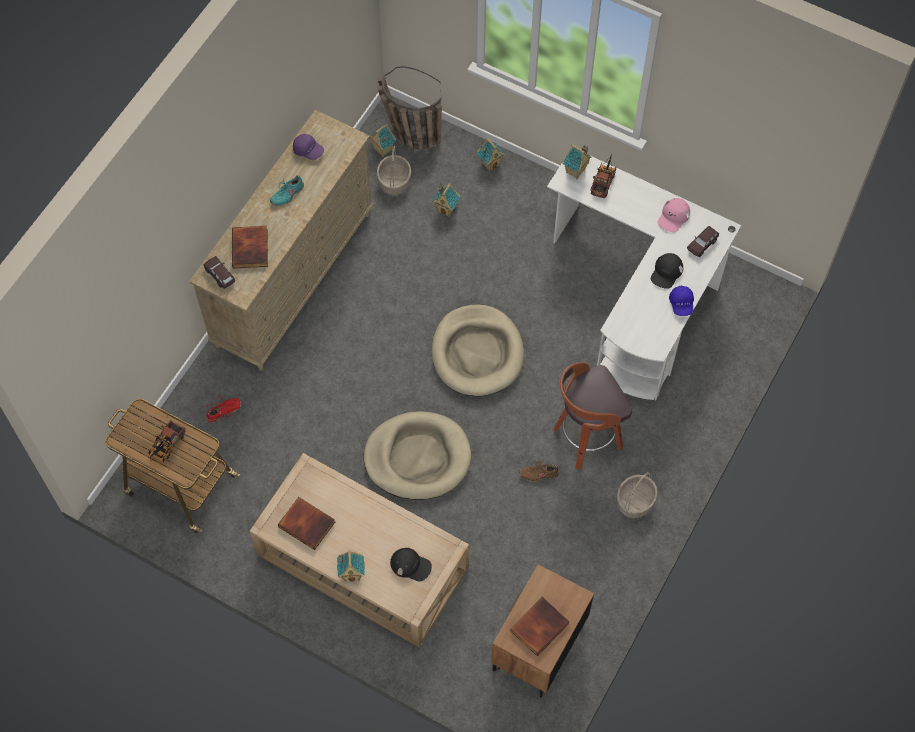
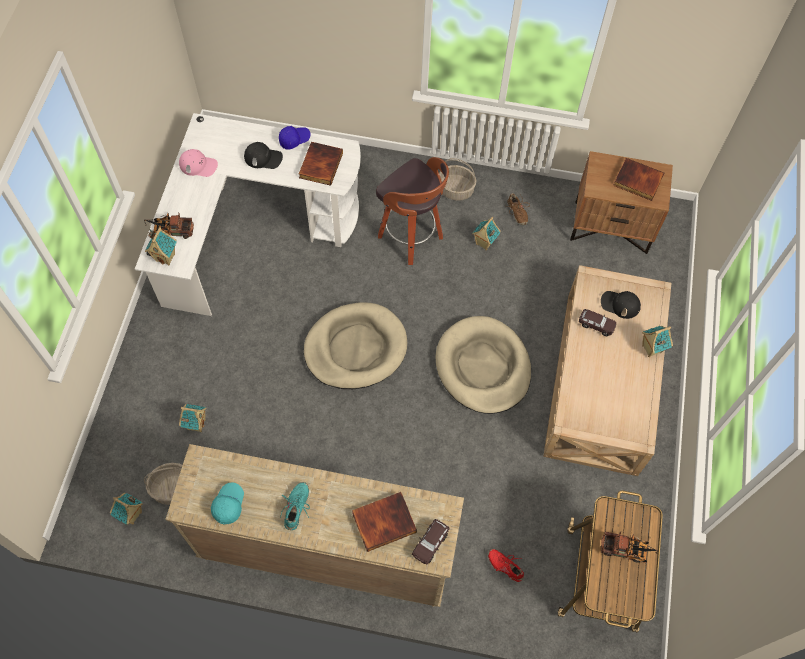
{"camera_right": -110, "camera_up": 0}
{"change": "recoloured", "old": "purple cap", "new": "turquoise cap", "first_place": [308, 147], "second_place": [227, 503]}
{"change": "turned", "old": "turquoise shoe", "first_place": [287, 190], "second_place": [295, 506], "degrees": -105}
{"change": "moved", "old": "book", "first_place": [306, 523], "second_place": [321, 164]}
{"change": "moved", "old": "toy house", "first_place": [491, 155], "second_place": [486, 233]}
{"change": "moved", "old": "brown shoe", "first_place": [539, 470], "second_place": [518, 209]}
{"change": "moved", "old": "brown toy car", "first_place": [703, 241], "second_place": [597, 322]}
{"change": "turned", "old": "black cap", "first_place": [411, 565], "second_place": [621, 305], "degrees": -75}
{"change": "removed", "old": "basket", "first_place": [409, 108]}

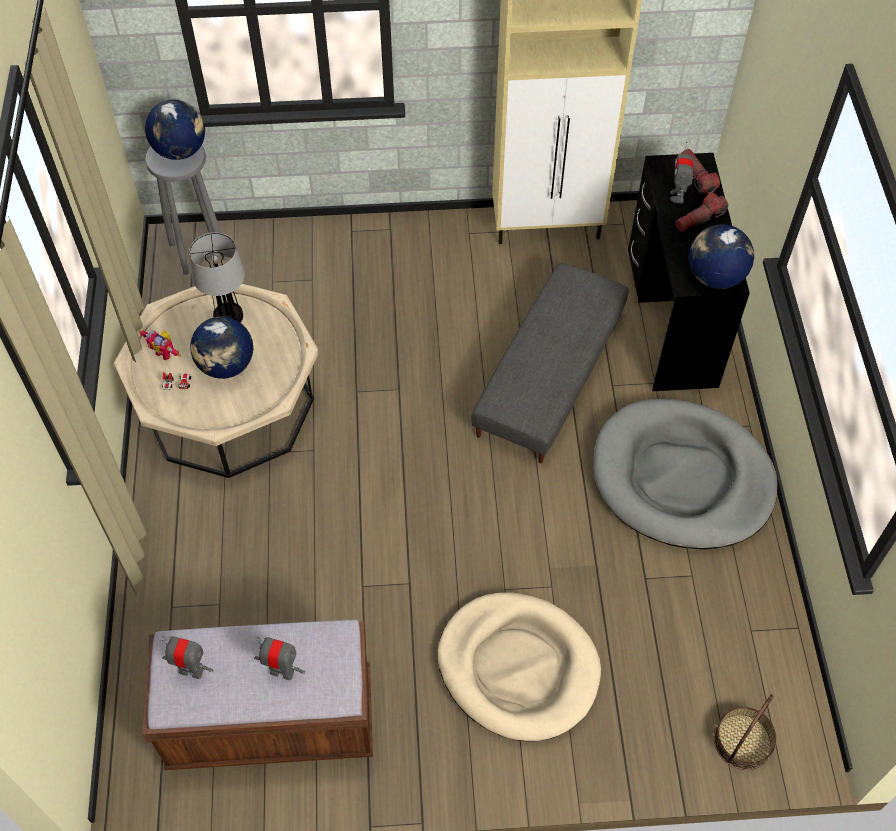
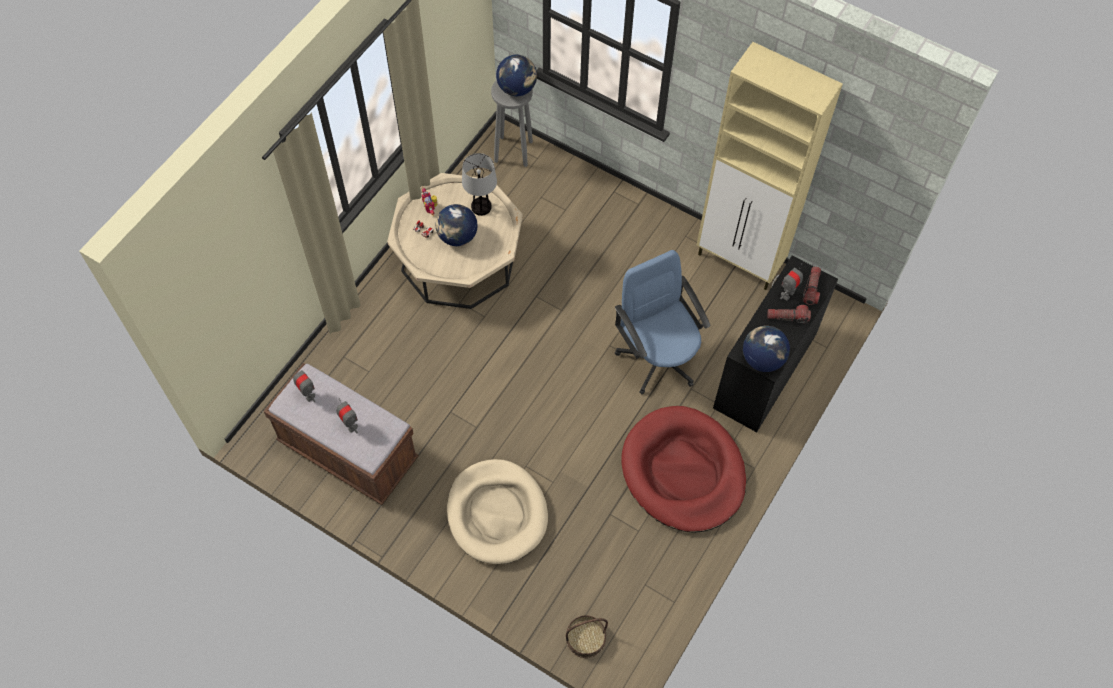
{"camera_right": 35, "camera_up": 5}
{"change": "replaced", "old": "grey ottoman", "new": "blue office chair", "first_place": [550, 363], "second_place": [662, 322]}
{"change": "recoloured", "old": "grey dog bed", "new": "red dog bed", "first_place": [685, 474], "second_place": [684, 469]}

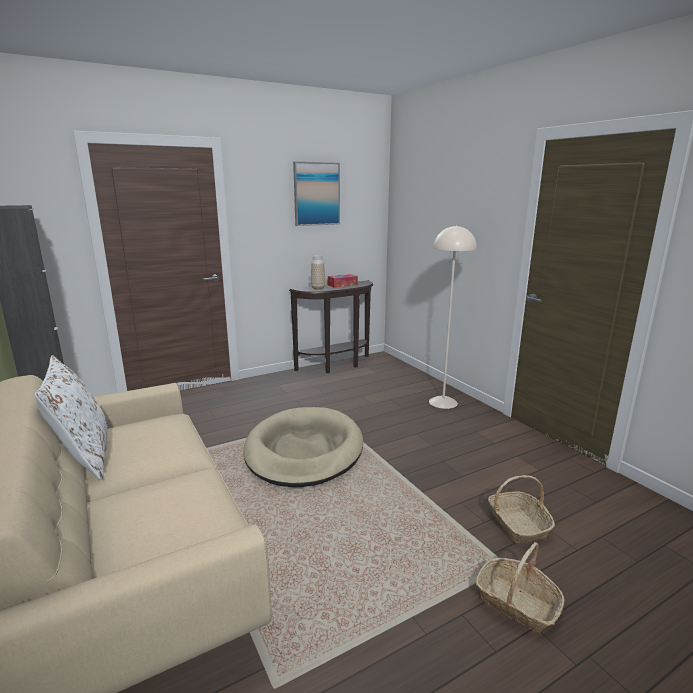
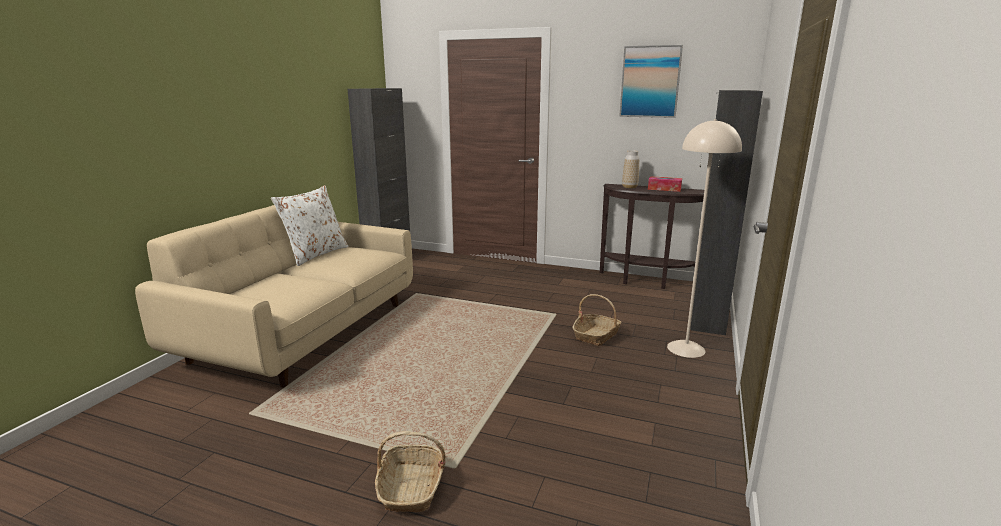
{"camera_right": 50, "camera_up": 0}
{"change": "moved", "old": "basket", "first_place": [521, 509], "second_place": [597, 320]}
{"change": "added", "new": "black cabinet", "second_place": [726, 212]}
{"change": "removed", "old": "beige dog bed", "first_place": [303, 447]}

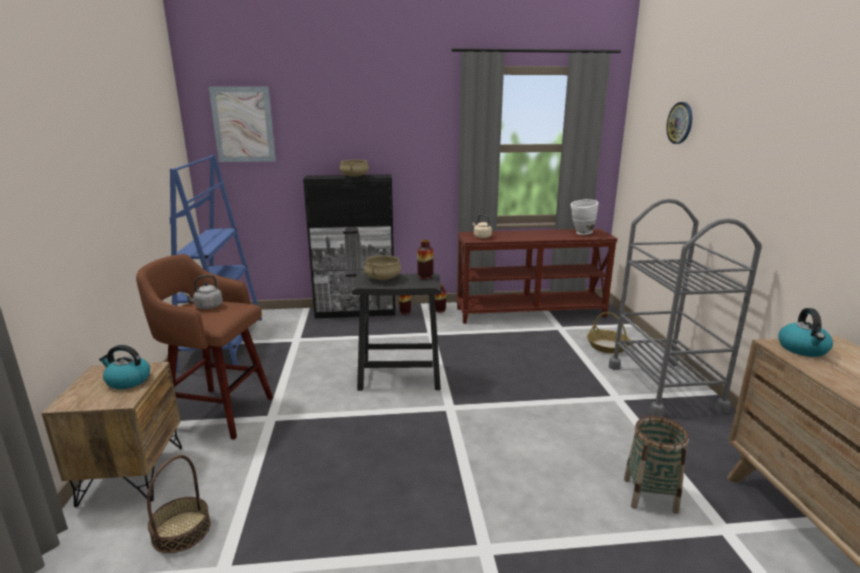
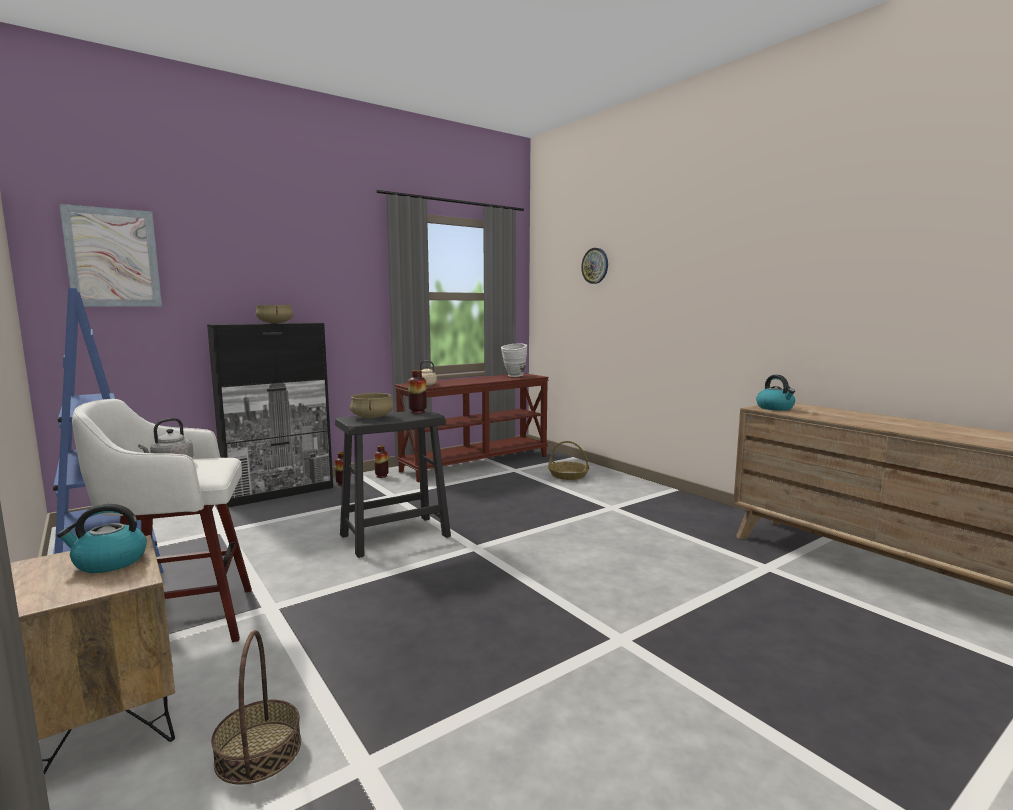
{"camera_right": -30, "camera_up": -10}
{"change": "recoloured", "old": "brown stool", "new": "white stool", "first_place": [204, 347], "second_place": [162, 520]}
{"change": "removed", "old": "grey cart", "first_place": [685, 308]}
{"change": "removed", "old": "basket", "first_place": [656, 465]}

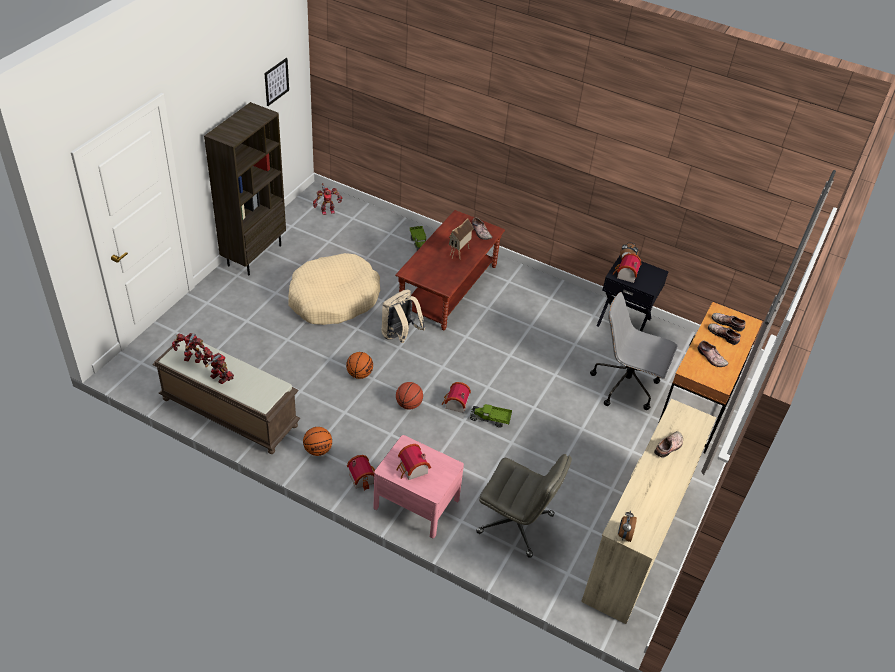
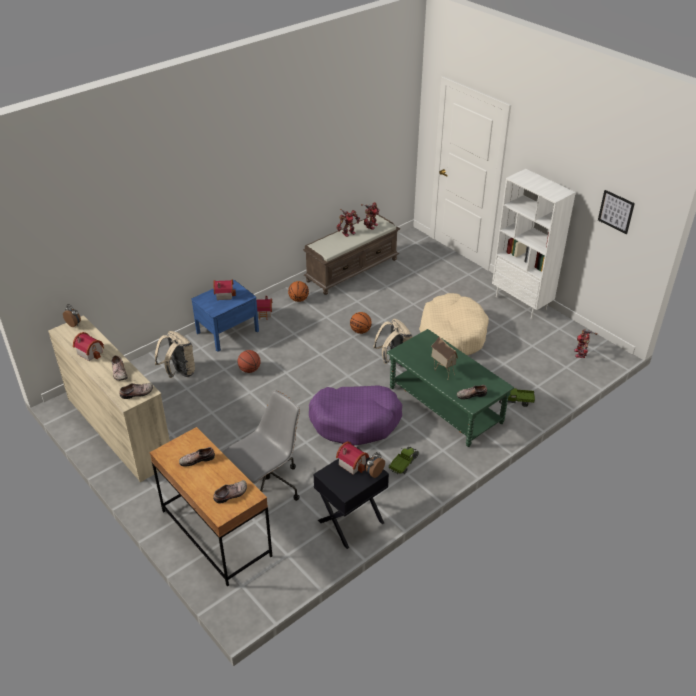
{"camera_right": 115, "camera_up": -5}
{"change": "moved", "old": "toy house", "first_place": [456, 397], "second_place": [88, 346]}
{"change": "moved", "old": "shoe", "first_place": [724, 334], "second_place": [136, 391]}
{"change": "replaced", "old": "grey office chair", "new": "beige backpack", "first_place": [524, 506], "second_place": [175, 354]}
{"change": "recoloured", "old": "pink nightstand", "new": "blue nightstand", "first_place": [419, 486], "second_place": [225, 316]}
{"change": "moved", "old": "basketball", "first_place": [409, 395], "second_place": [249, 361]}
{"change": "added", "new": "purple dog bed", "second_place": [355, 415]}
{"change": "recoloured", "old": "brown coffee table", "new": "green coffee table", "first_place": [450, 270], "second_place": [450, 388]}
{"change": "moved", "old": "toy truck", "first_place": [491, 416], "second_place": [404, 461]}
{"change": "recoloured", "old": "brown bookcase", "new": "white bookcase", "first_place": [245, 188], "second_place": [534, 244]}

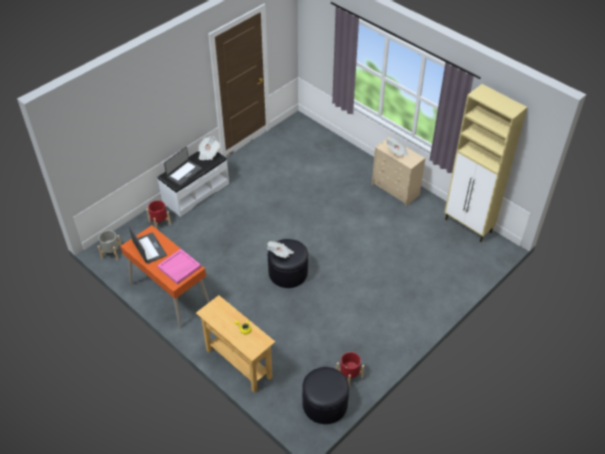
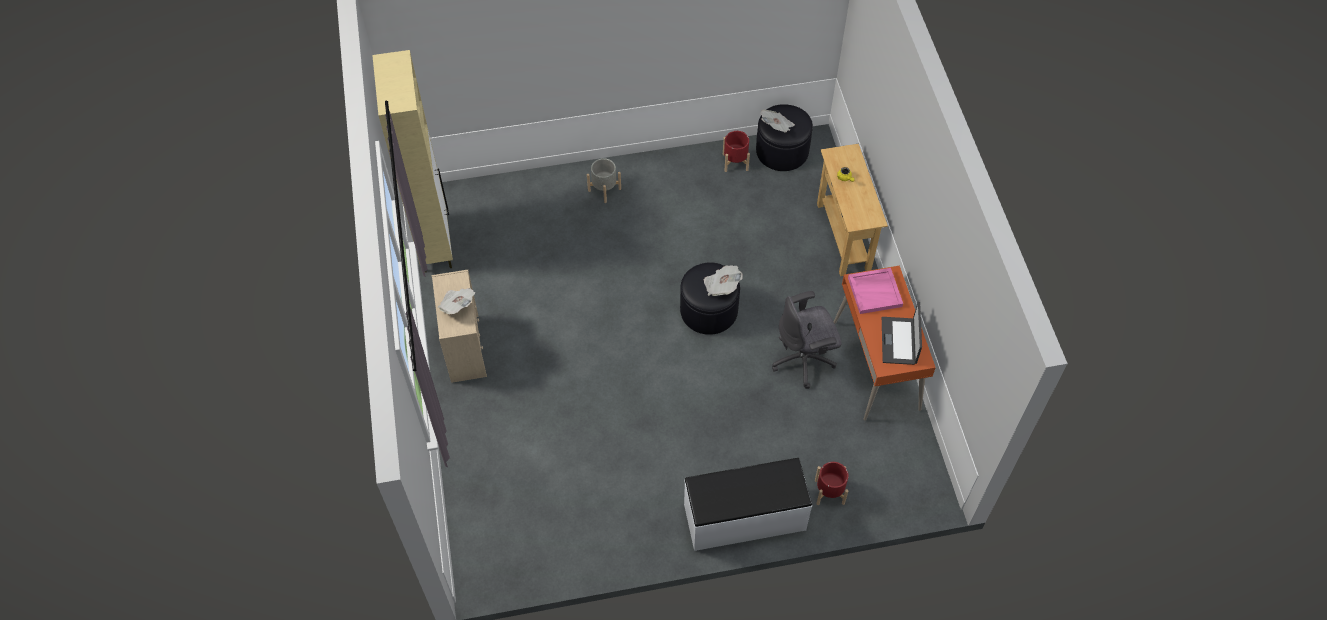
{"camera_right": -145, "camera_up": 10}
{"change": "moved", "old": "grey planter", "first_place": [109, 245], "second_place": [604, 180]}
{"change": "moved", "old": "newspaper", "first_place": [209, 148], "second_place": [777, 121]}
{"change": "added", "new": "grey office chair", "second_place": [807, 340]}
{"change": "removed", "old": "laptop", "first_place": [183, 166]}

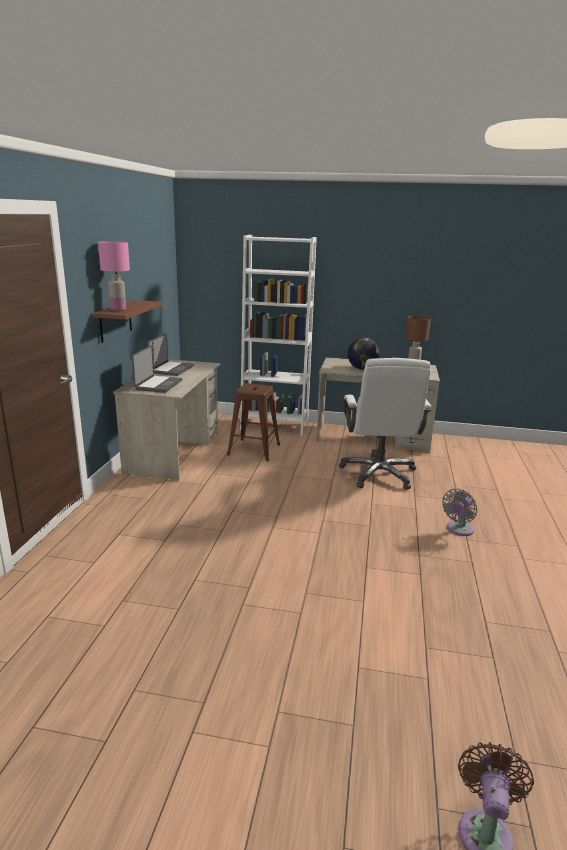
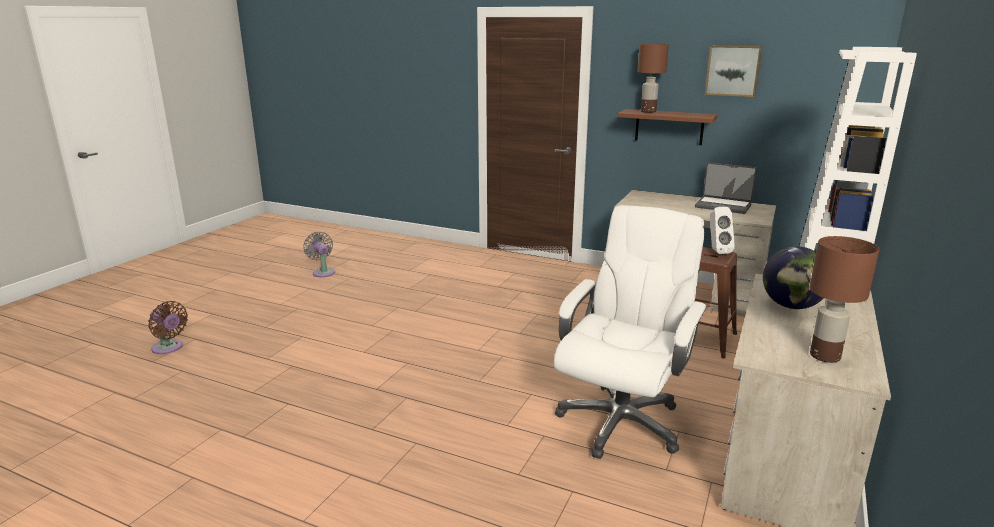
{"camera_right": 105, "camera_up": 0}
{"change": "moved", "old": "grey fan", "first_place": [459, 512], "second_place": [319, 254]}
{"change": "turned", "old": "white office chair", "first_place": [385, 424], "second_place": [630, 332], "degrees": 105}
{"change": "recoloured", "old": "pink table lamp", "new": "brown table lamp", "first_place": [114, 276], "second_place": [653, 78]}
{"change": "added", "new": "picture", "second_place": [733, 71]}
{"change": "added", "new": "white speaker", "second_place": [722, 230]}
{"change": "removed", "old": "laptop", "first_place": [156, 369]}

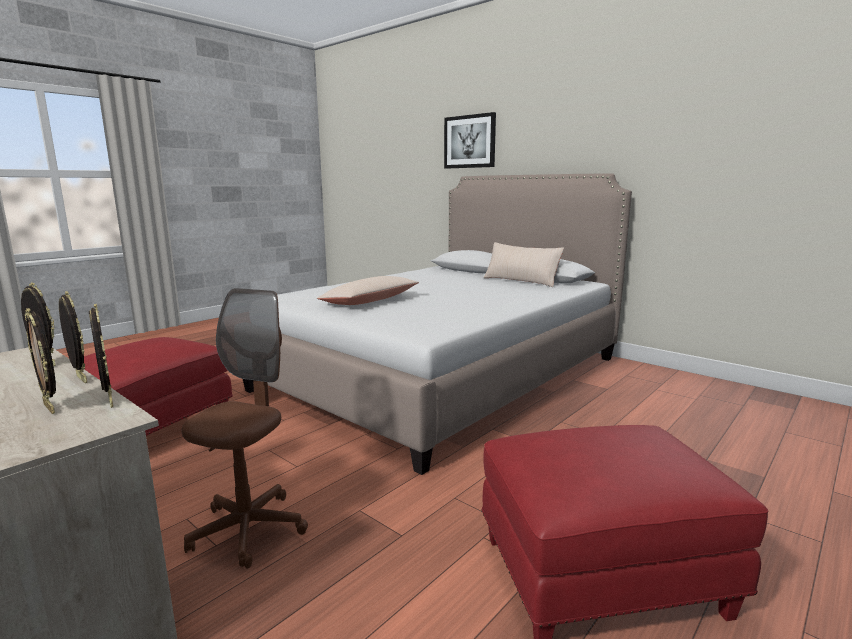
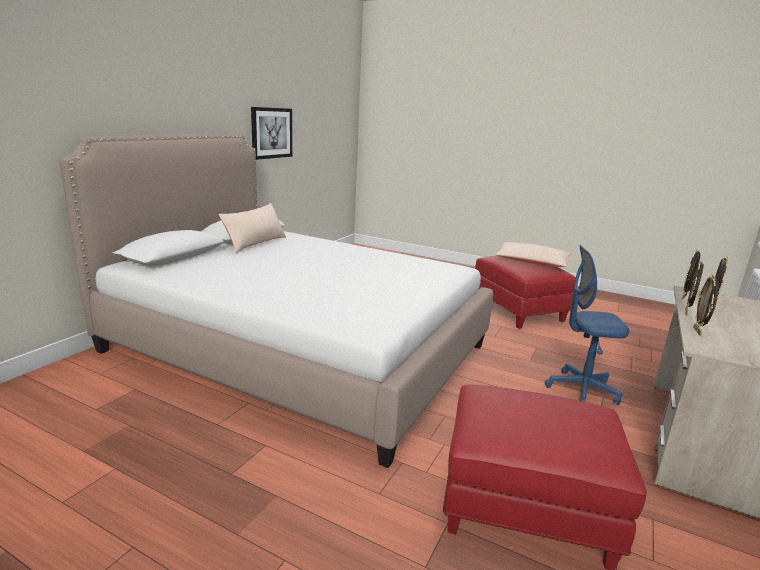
{"camera_right": -105, "camera_up": 5}
{"change": "moved", "old": "picture", "first_place": [470, 140], "second_place": [271, 133]}
{"change": "moved", "old": "beige pillow", "first_place": [368, 290], "second_place": [533, 254]}
{"change": "recoloured", "old": "brown office chair", "new": "blue office chair", "first_place": [245, 428], "second_place": [587, 325]}

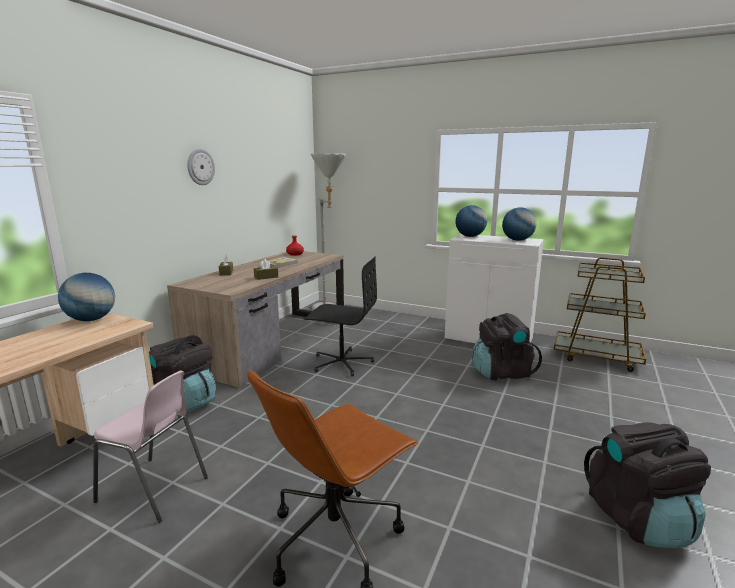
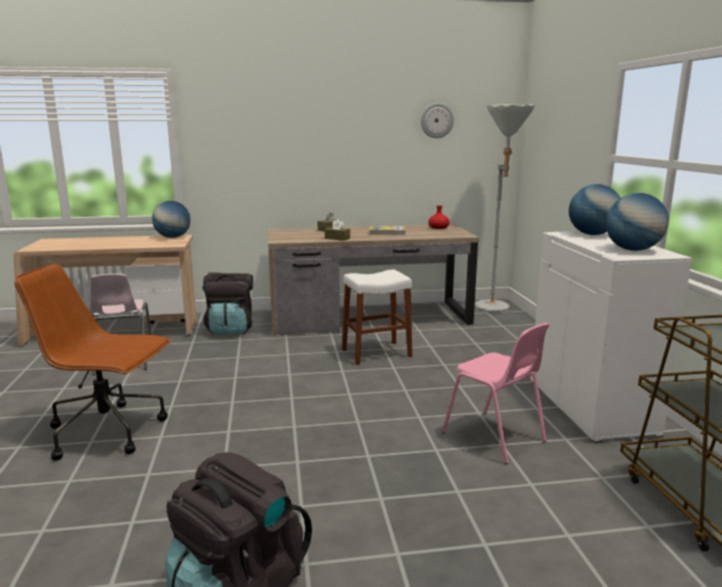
{"camera_right": 55, "camera_up": 0}
{"change": "replaced", "old": "black office chair", "new": "white stool", "first_place": [341, 316], "second_place": [377, 317]}
{"change": "moved", "old": "wall clock", "first_place": [201, 166], "second_place": [437, 120]}
{"change": "replaced", "old": "black backpack", "new": "pink chair", "first_place": [507, 346], "second_place": [495, 393]}

